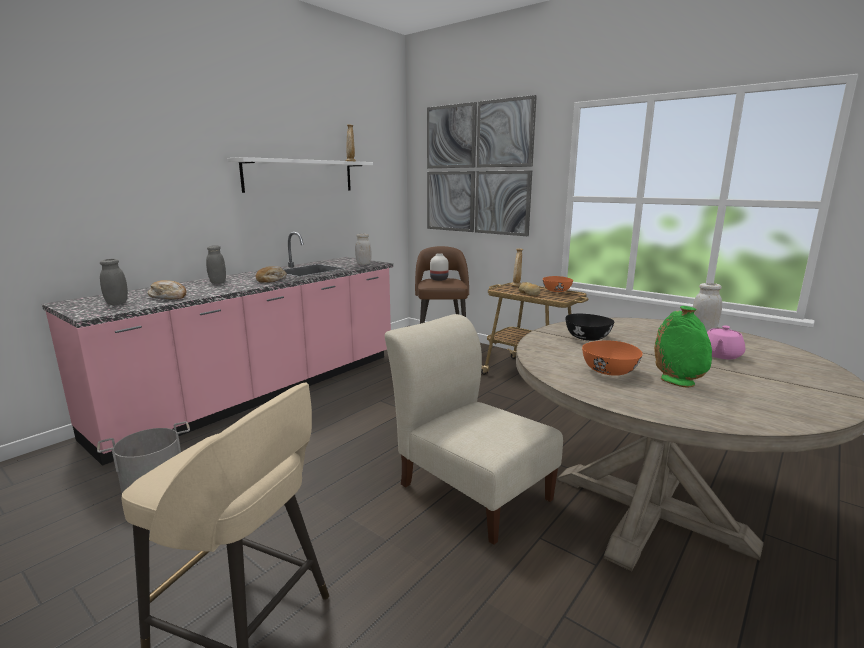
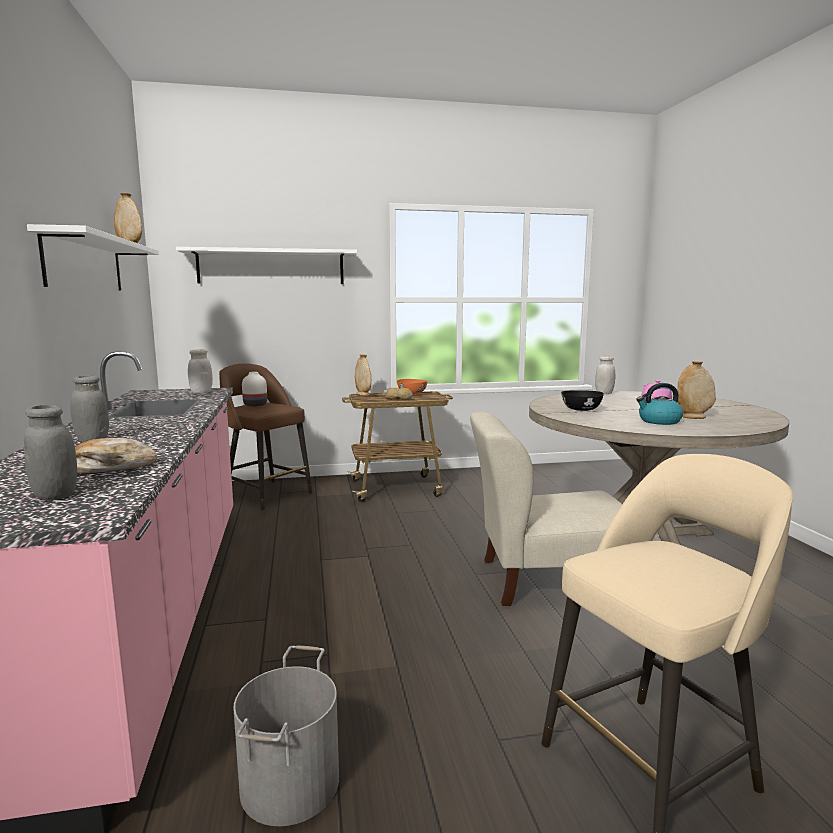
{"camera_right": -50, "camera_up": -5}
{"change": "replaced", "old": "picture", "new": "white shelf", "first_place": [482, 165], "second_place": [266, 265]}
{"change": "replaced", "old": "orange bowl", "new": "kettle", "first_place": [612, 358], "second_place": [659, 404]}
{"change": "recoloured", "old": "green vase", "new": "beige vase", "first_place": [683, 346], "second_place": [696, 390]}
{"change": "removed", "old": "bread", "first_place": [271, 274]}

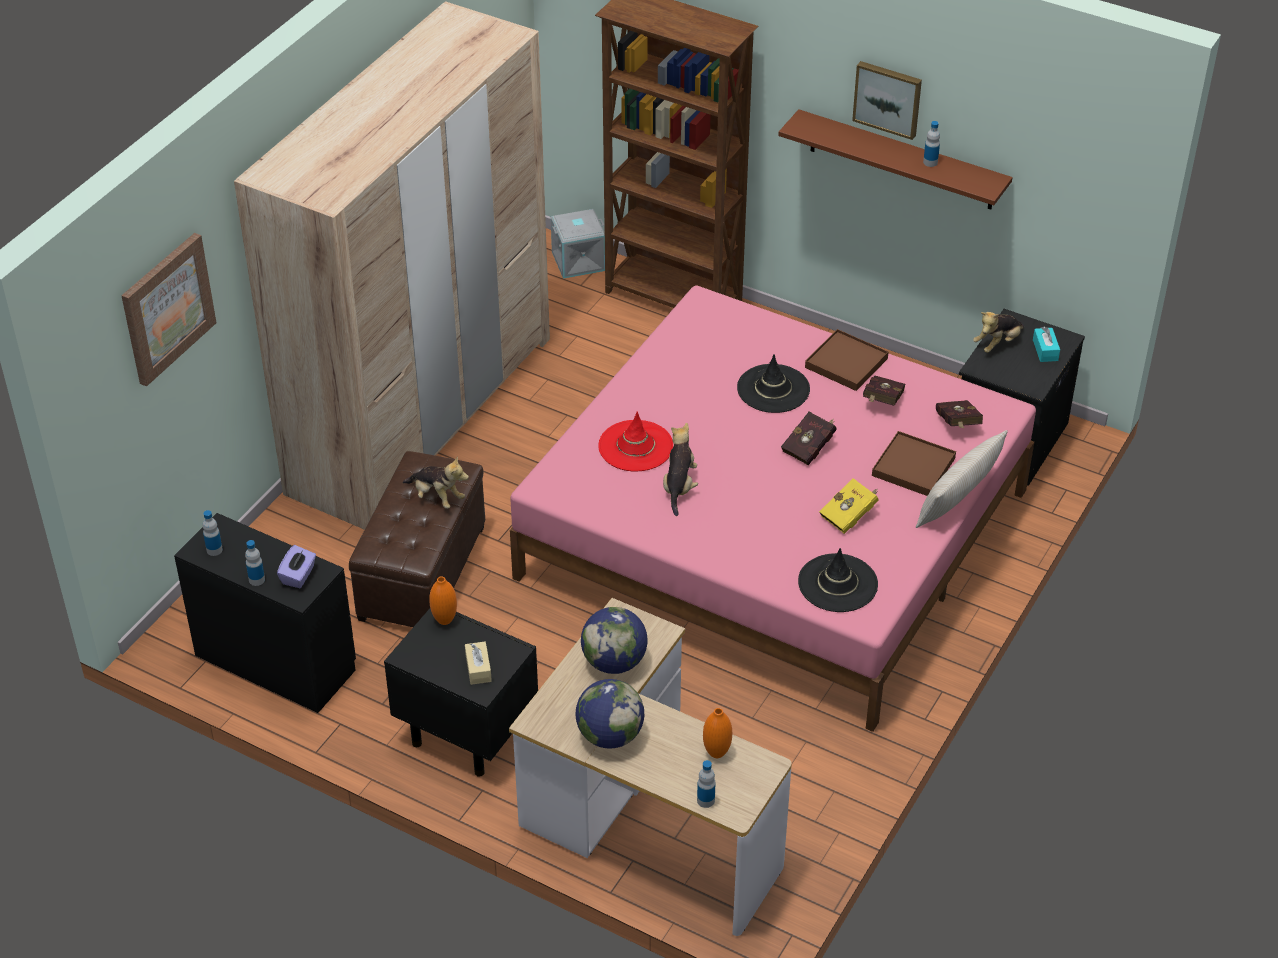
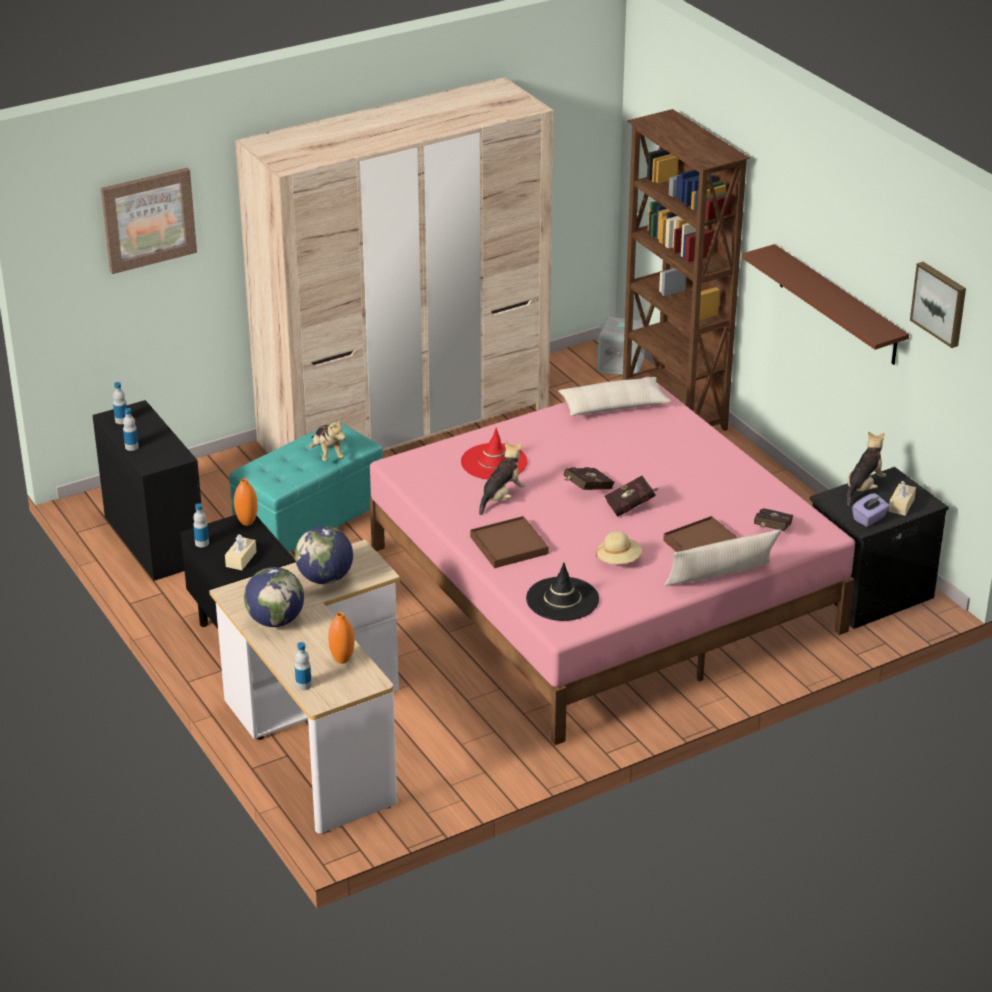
{"camera_right": 30, "camera_up": -10}
{"change": "moved", "old": "bottle", "first_place": [931, 144], "second_place": [201, 525]}
{"change": "recoloured", "old": "brown ottoman", "new": "turquoise ottoman", "first_place": [417, 539], "second_place": [306, 486]}
{"change": "moved", "old": "brown tray", "first_place": [846, 360], "second_place": [509, 542]}
{"change": "added", "new": "beige pillow", "second_place": [614, 396]}
{"change": "moved", "old": "red book", "first_place": [884, 391], "second_place": [589, 478]}
{"change": "replaced", "old": "yellow book", "new": "beige hat", "first_place": [849, 506], "second_place": [619, 547]}
{"change": "turned", "old": "plush toy", "first_place": [998, 332], "second_place": [866, 469], "degrees": 135}
{"change": "moved", "old": "purple tissue box", "first_place": [296, 566], "second_place": [871, 510]}
{"change": "recoloured", "old": "turquoise tissue box", "new": "beige tissue box", "first_place": [1046, 344], "second_place": [902, 498]}
{"change": "moved", "old": "picture", "first_place": [887, 100], "second_place": [938, 305]}
{"change": "removed", "old": "black hat", "first_place": [773, 383]}

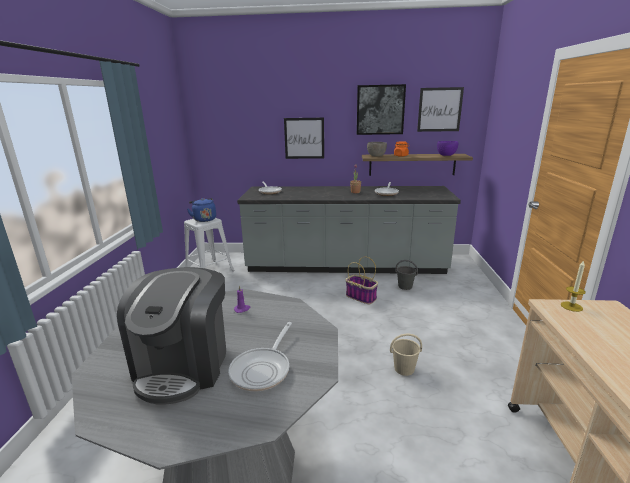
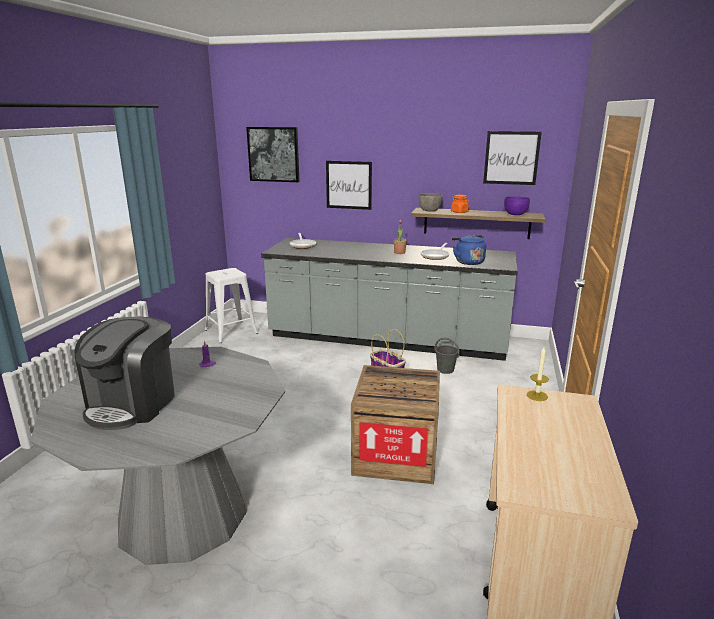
{"camera_right": 10, "camera_up": 0}
{"change": "moved", "old": "picture", "first_place": [381, 109], "second_place": [272, 154]}
{"change": "replaced", "old": "beige bucket", "new": "crate", "first_place": [406, 355], "second_place": [395, 424]}
{"change": "moved", "old": "blue kettle", "first_place": [201, 210], "second_place": [469, 250]}
{"change": "removed", "old": "frying pan", "first_place": [260, 357]}

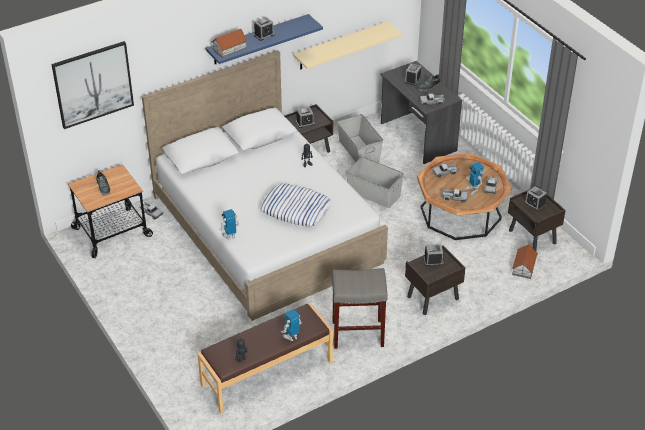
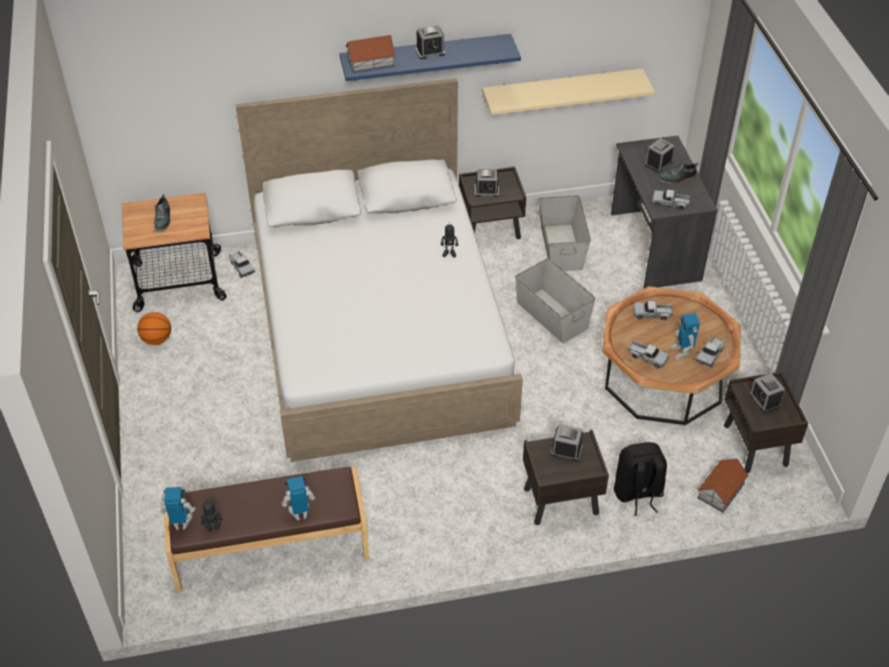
{"camera_right": 20, "camera_up": 5}
{"change": "added", "new": "basketball", "second_place": [154, 328]}
{"change": "moved", "old": "toy robot", "first_place": [229, 224], "second_place": [178, 508]}
{"change": "added", "new": "black backpack", "second_place": [640, 479]}
{"change": "removed", "old": "picture", "first_place": [93, 85]}
{"change": "removed", "old": "pillow", "first_place": [295, 204]}
{"change": "removed", "old": "grey stool", "first_place": [360, 308]}

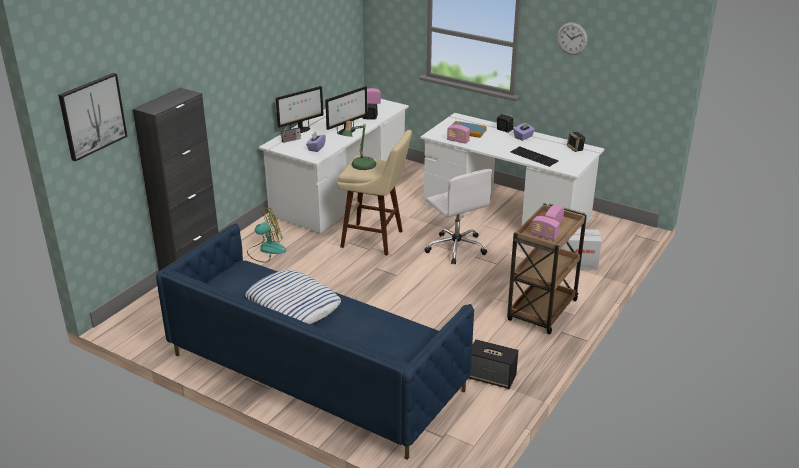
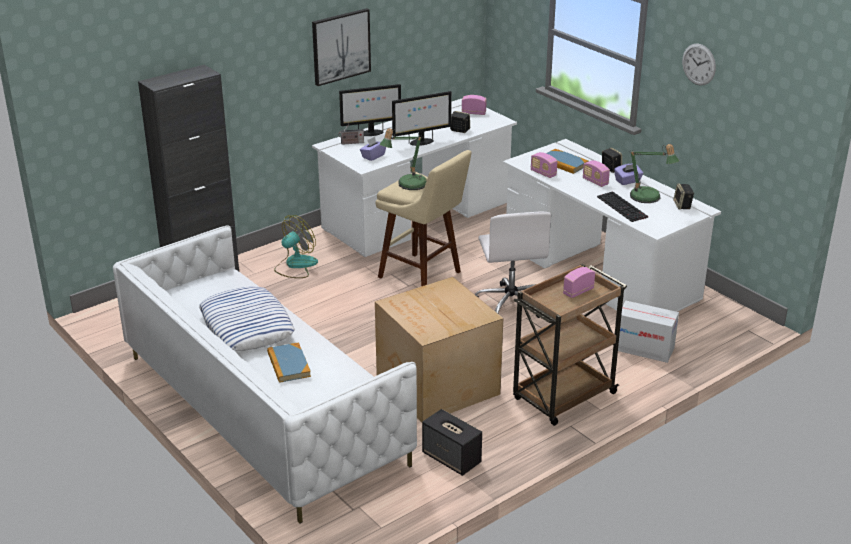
{"camera_right": 20, "camera_up": 0}
{"change": "recoloured", "old": "blue sofa", "new": "white sofa", "first_place": [315, 341], "second_place": [265, 374]}
{"change": "added", "new": "book", "second_place": [289, 362]}
{"change": "turned", "old": "fan", "first_place": [266, 235], "second_place": [296, 246], "degrees": -45}
{"change": "moved", "old": "picture", "first_place": [93, 117], "second_place": [341, 47]}
{"change": "added", "new": "cardboard box", "second_place": [439, 350]}
{"change": "moved", "old": "radio", "first_place": [545, 228], "second_place": [596, 173]}
{"change": "added", "new": "table lamp", "second_place": [654, 173]}

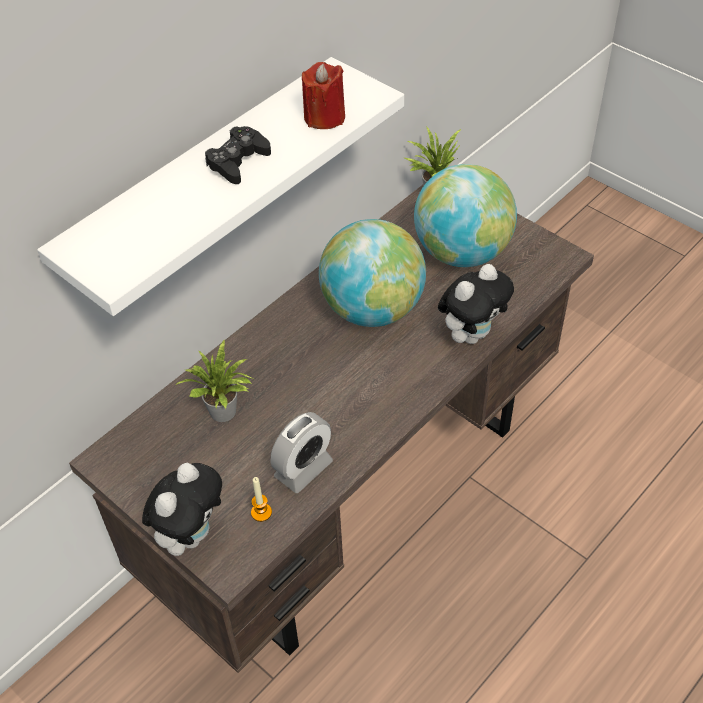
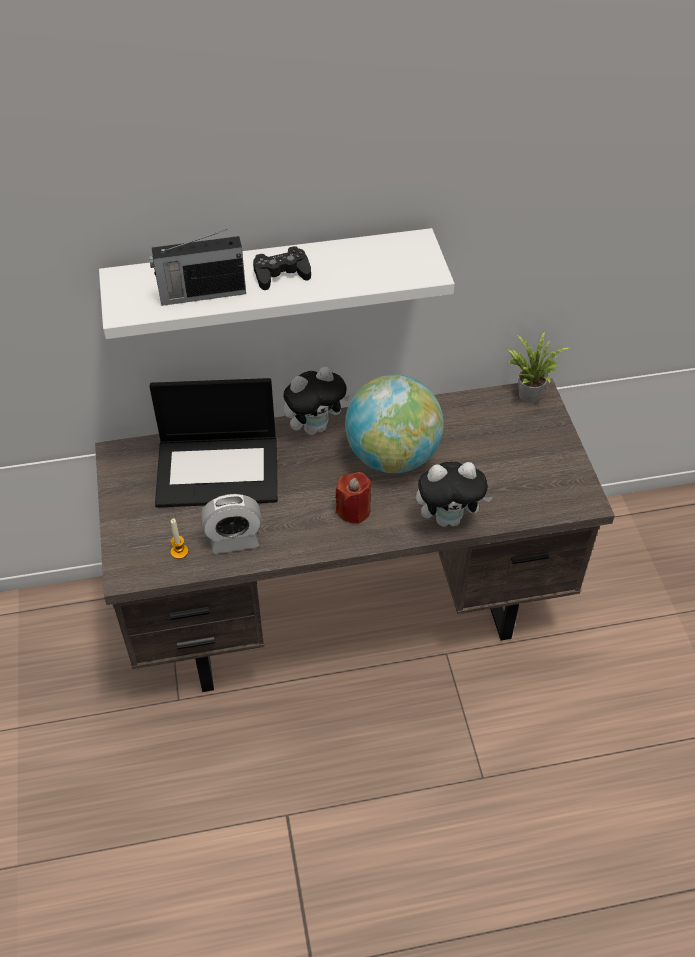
{"camera_right": 35, "camera_up": 0}
{"change": "added", "new": "radio", "second_place": [197, 267]}
{"change": "replaced", "old": "potted plant", "new": "laptop", "first_place": [214, 380], "second_place": [213, 443]}
{"change": "moved", "old": "plush toy", "first_place": [182, 509], "second_place": [316, 401]}
{"change": "moved", "old": "red candle", "first_place": [323, 95], "second_place": [353, 498]}
{"change": "removed", "old": "globe", "first_place": [465, 215]}

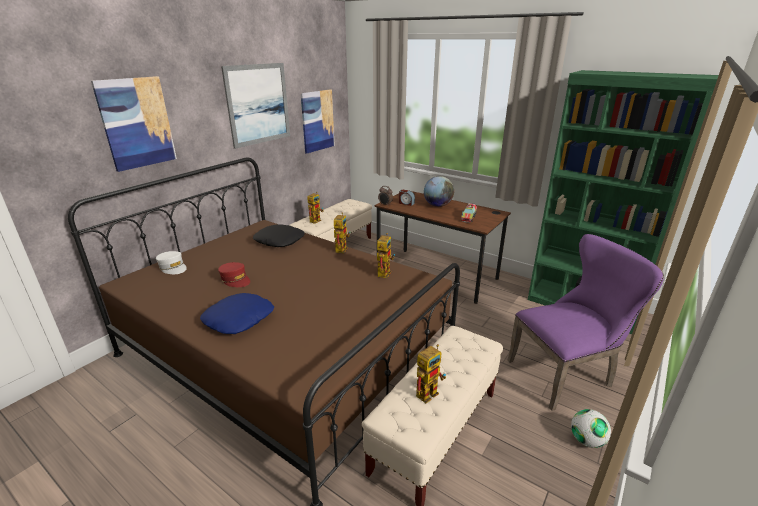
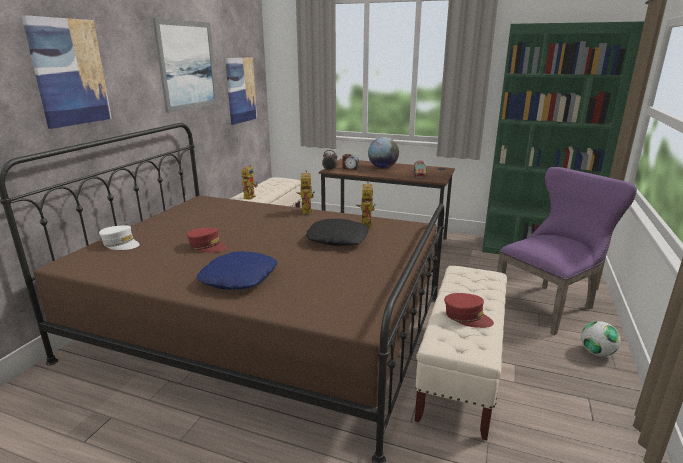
{"camera_right": -15, "camera_up": -5}
{"change": "moved", "old": "black pillow", "first_place": [279, 235], "second_place": [337, 232]}
{"change": "replaced", "old": "toy robot", "new": "red cap", "first_place": [431, 373], "second_place": [469, 310]}

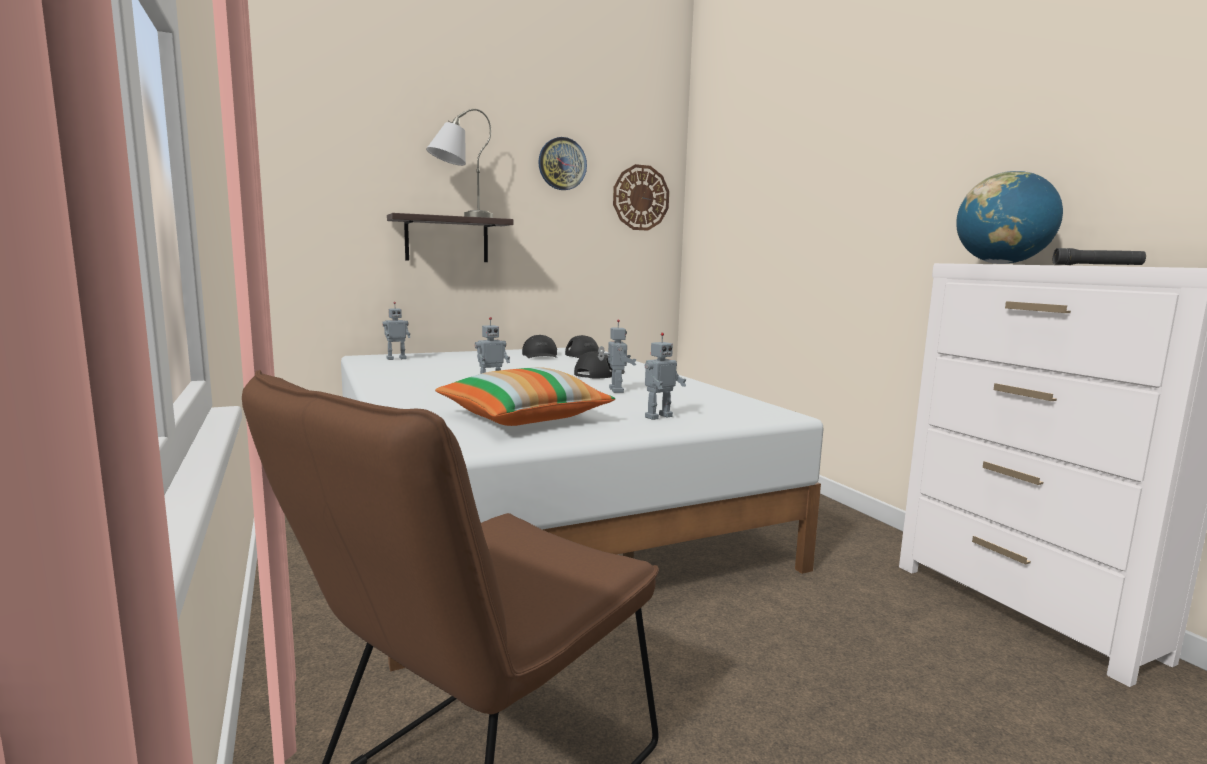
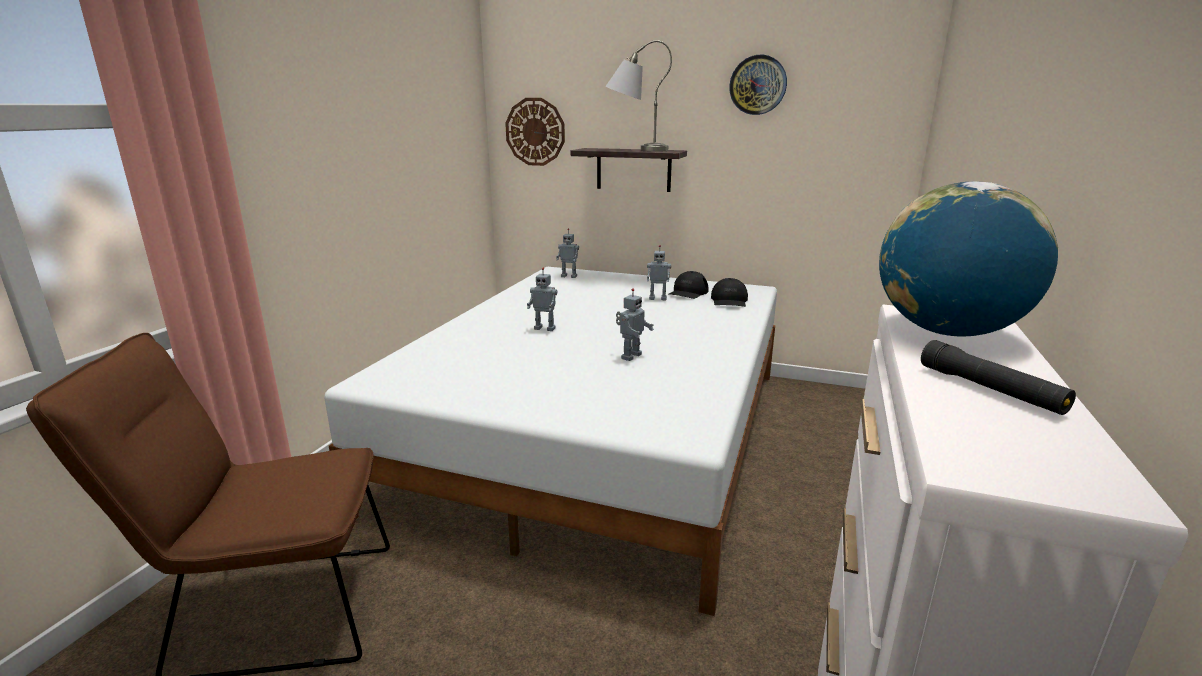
{"camera_right": 45, "camera_up": 10}
{"change": "moved", "old": "wall clock", "first_place": [641, 197], "second_place": [535, 132]}
{"change": "moved", "old": "toy robot", "first_place": [665, 376], "second_place": [659, 272]}
{"change": "removed", "old": "pillow", "first_place": [525, 396]}
{"change": "removed", "old": "black cap", "first_place": [599, 364]}

